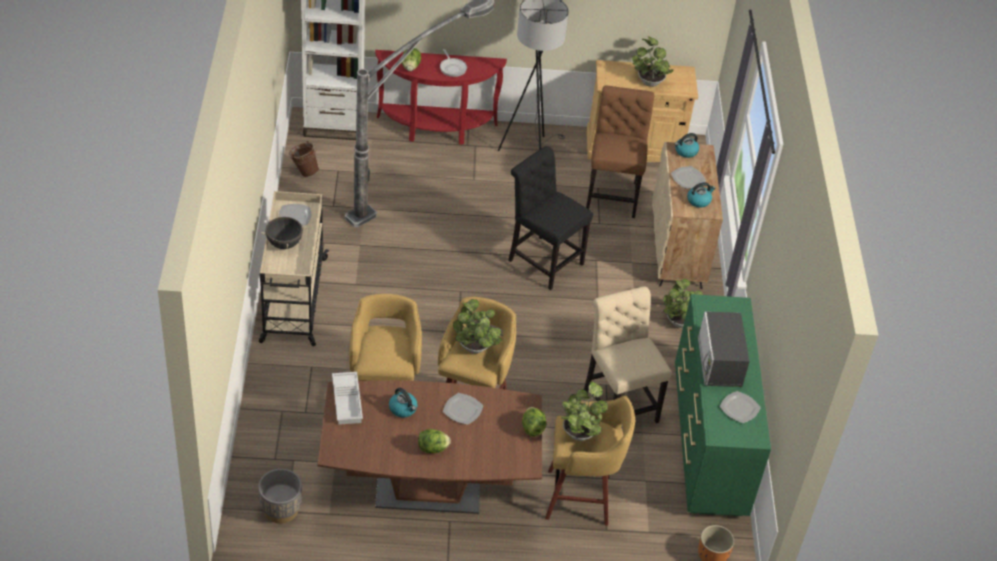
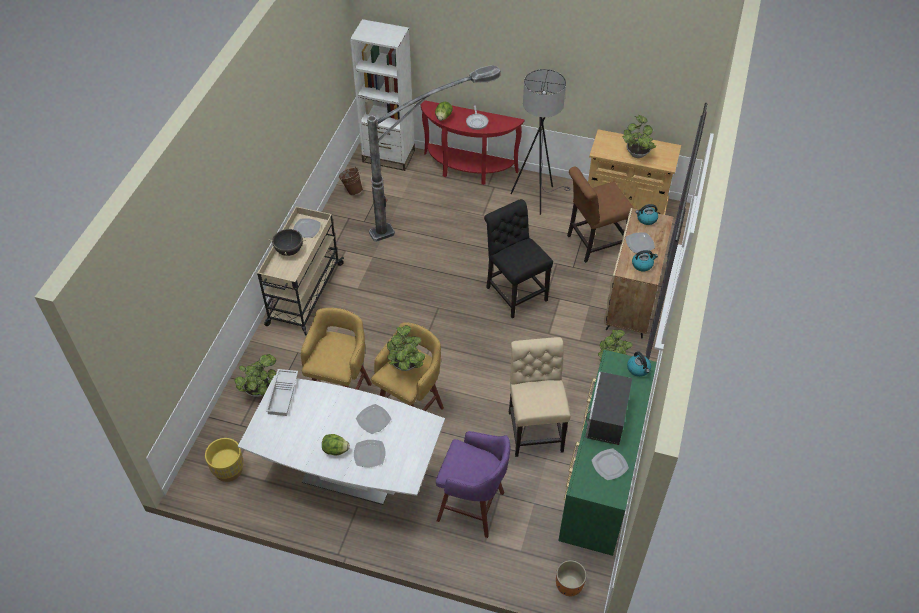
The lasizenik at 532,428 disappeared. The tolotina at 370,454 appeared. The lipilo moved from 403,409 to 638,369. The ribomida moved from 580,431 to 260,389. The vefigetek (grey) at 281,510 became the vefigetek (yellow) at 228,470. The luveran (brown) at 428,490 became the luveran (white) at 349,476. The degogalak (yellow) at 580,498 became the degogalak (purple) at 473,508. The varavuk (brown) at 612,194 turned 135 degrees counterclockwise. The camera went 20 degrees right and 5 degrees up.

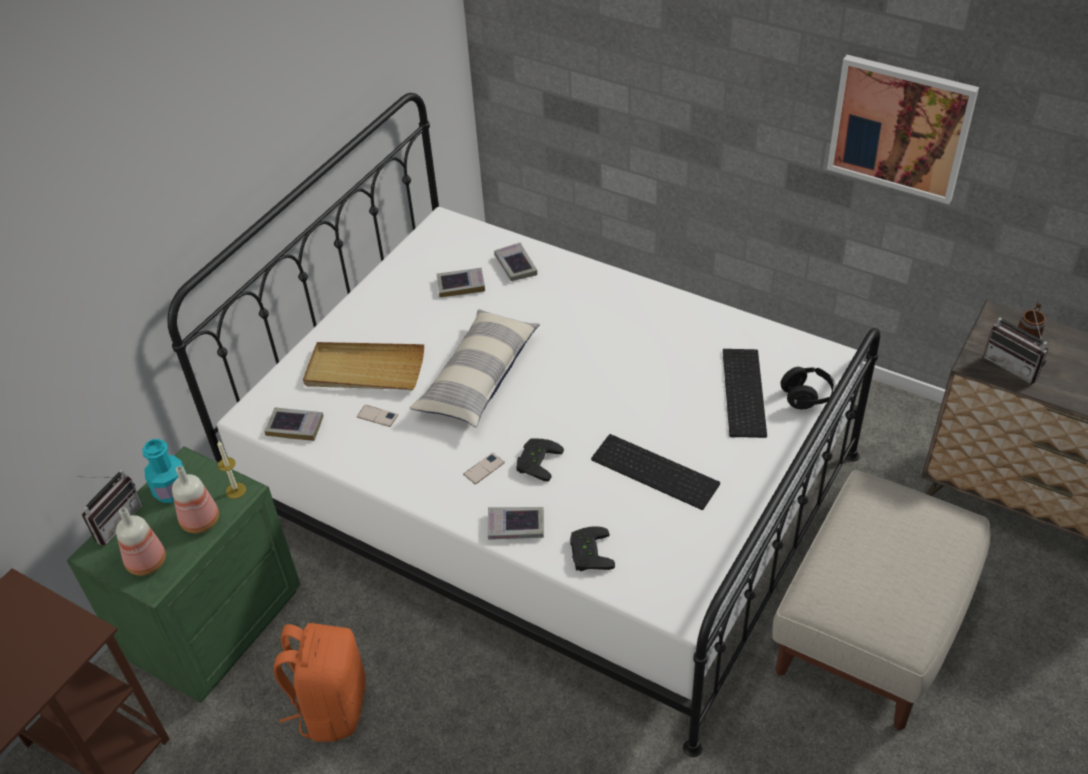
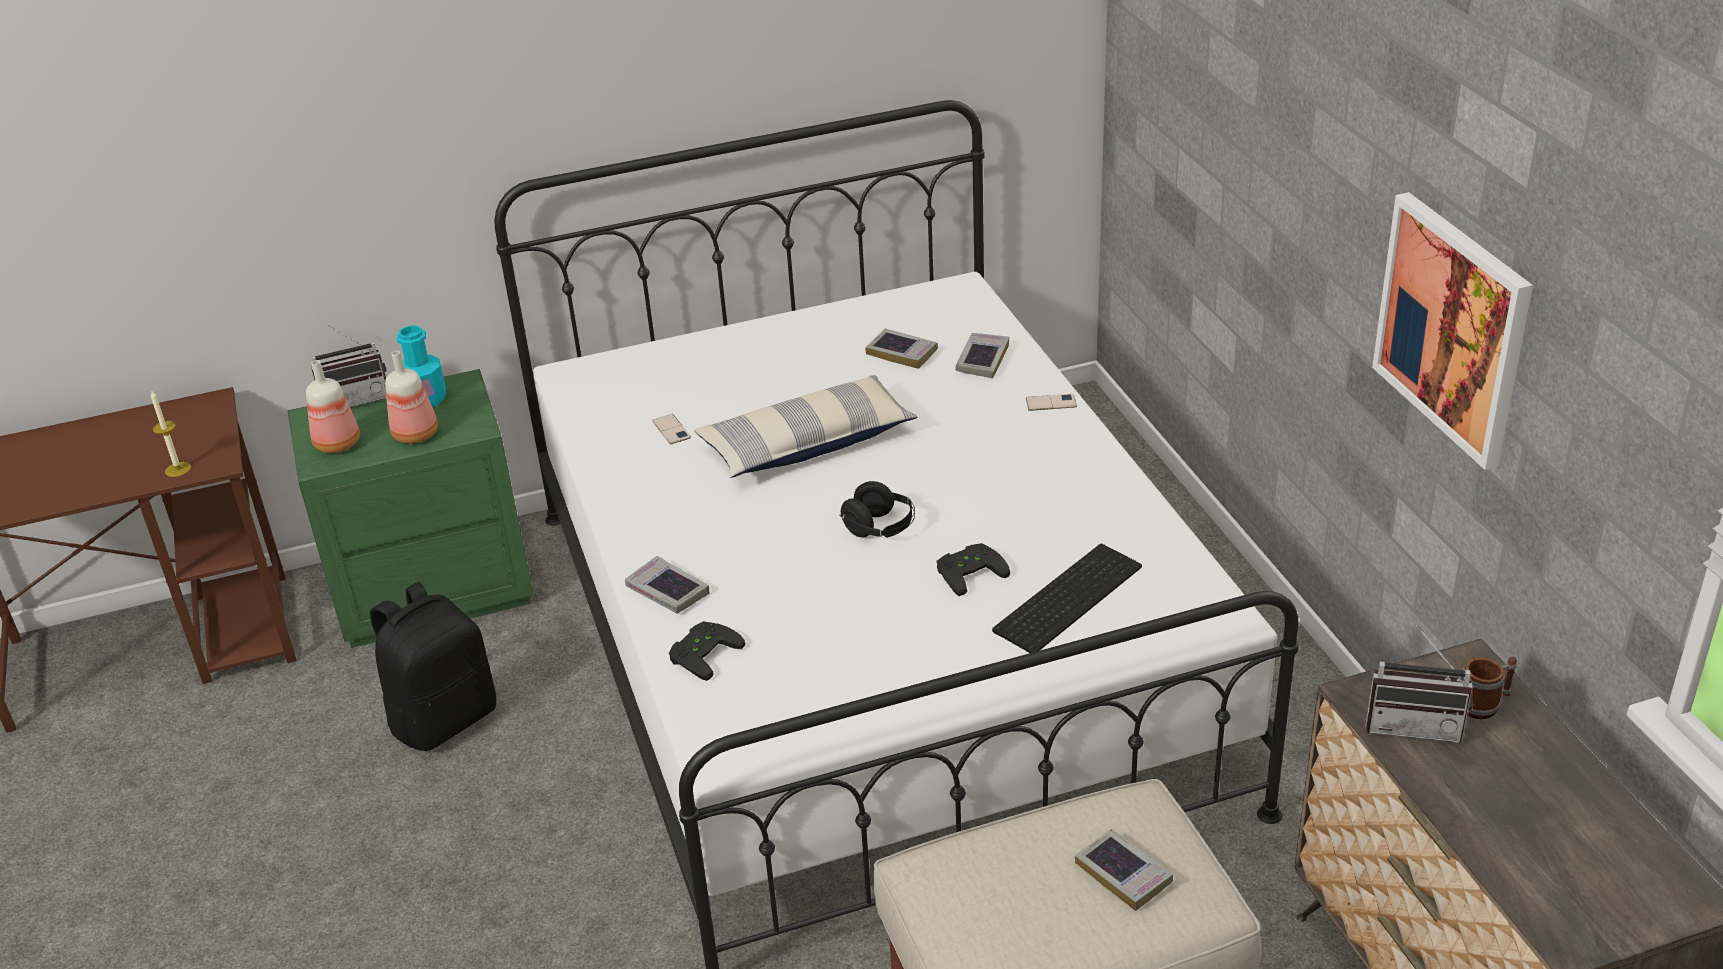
The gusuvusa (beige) at 364,370 disappeared. The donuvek at 657,470 disappeared. The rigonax moved from 236,490 to 178,469. The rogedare moved from 295,427 to 1123,874. The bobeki moved from 484,469 to 1051,403. The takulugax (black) moved from 536,461 to 969,571. The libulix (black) moved from 807,396 to 880,529. The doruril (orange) at 331,706 became the doruril (black) at 444,719. The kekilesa at 1014,365 turned 75 degrees counterclockwise. The camera went 40 degrees right and 10 degrees down.

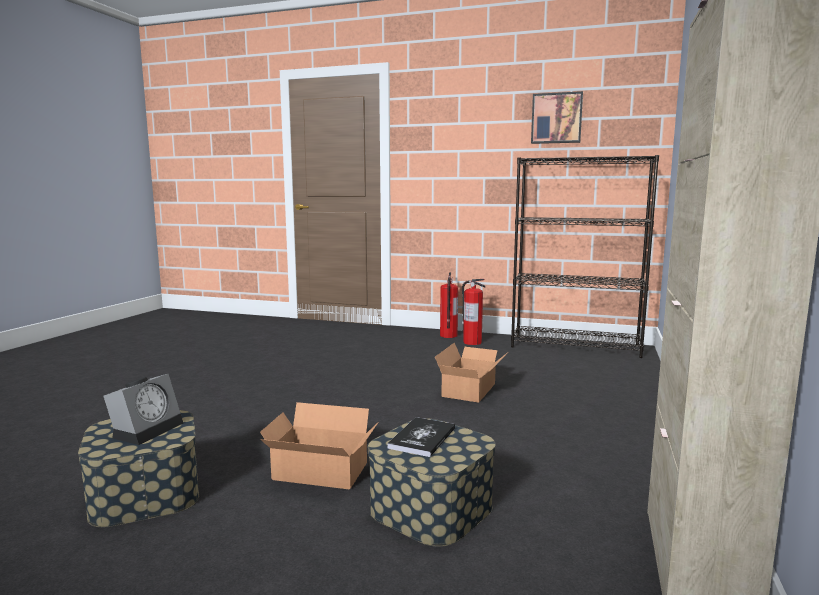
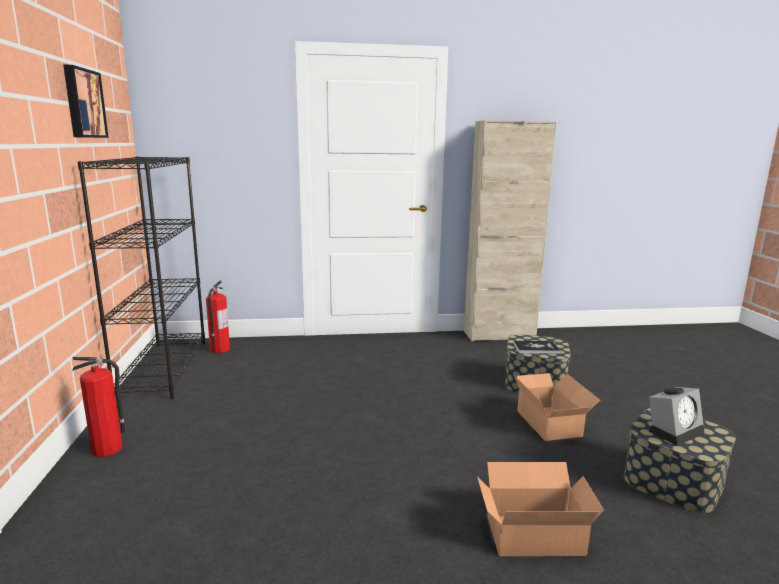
The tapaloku moved from 472,390 to 531,532. The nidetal moved from 472,342 to 219,349. The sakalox at 148,429 turned 150 degrees clockwise. The camera went 115 degrees left and 5 degrees up.

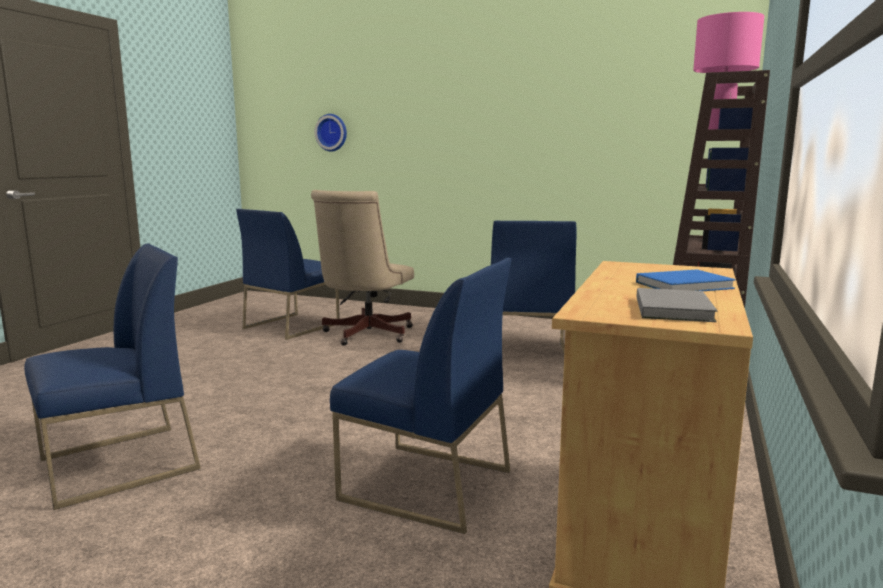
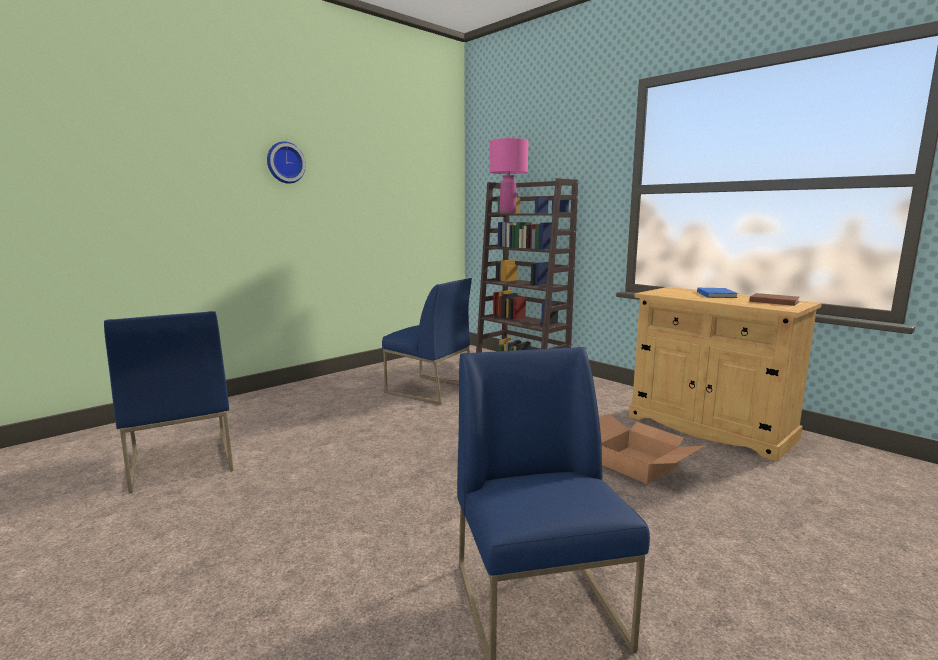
The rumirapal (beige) at 364,335 disappeared. The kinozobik moved from 332,132 to 285,163. The varavuk (blue) at 424,485 was replaced by the tapaloku at 638,464. The rogedare (grey) at 674,308 became the rogedare (brown) at 773,301. The camera went 65 degrees left and 0 degrees up.

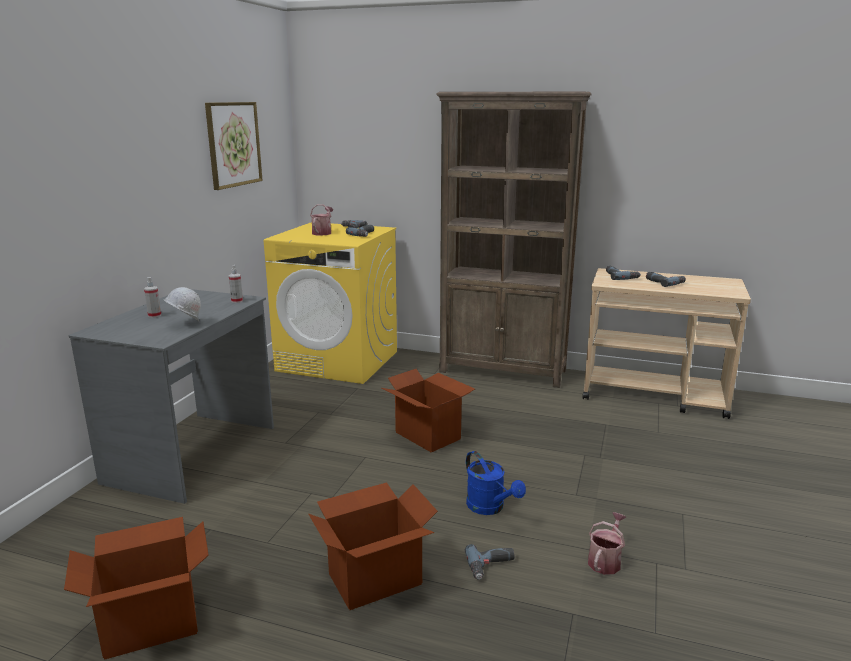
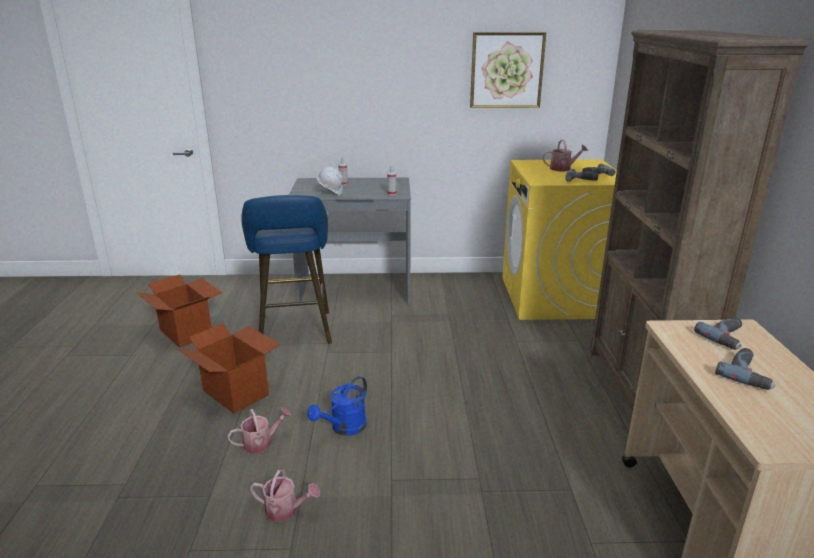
The tapaloku at 428,435 disappeared. The degogalak (blue) at 295,332 appeared. The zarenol at 491,566 was replaced by the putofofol at 261,442. The camera went 70 degrees right and 5 degrees up.

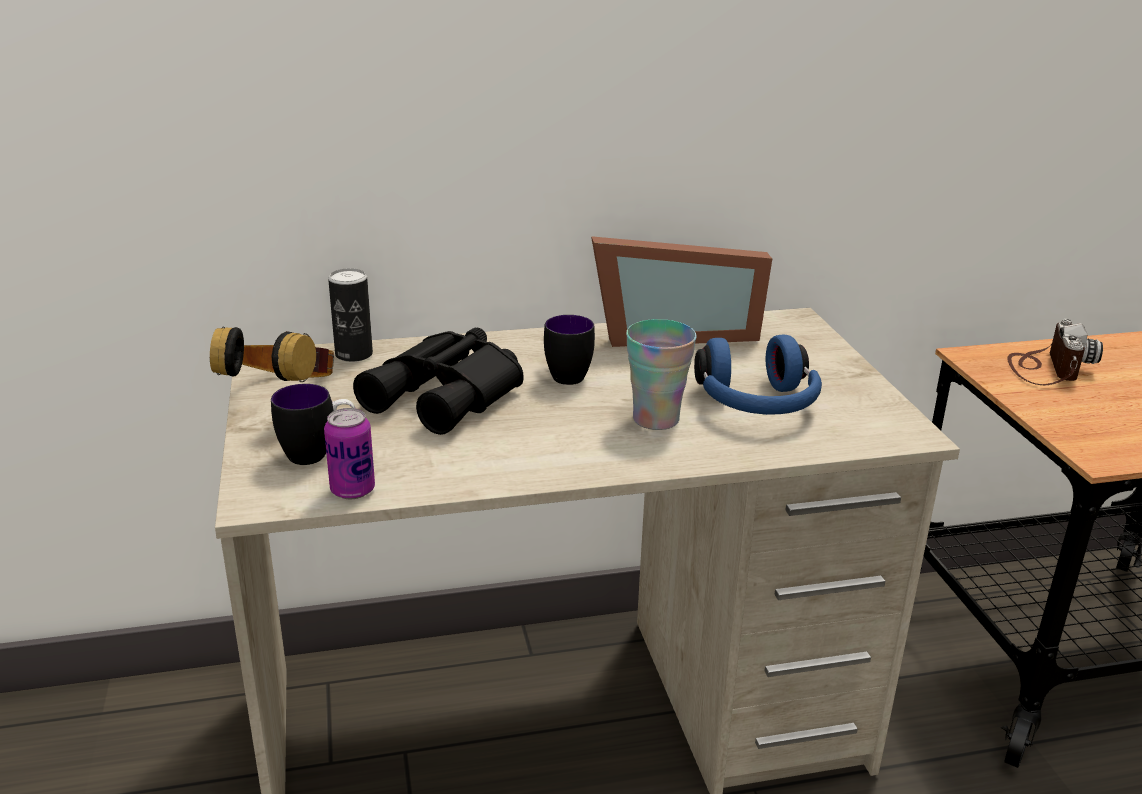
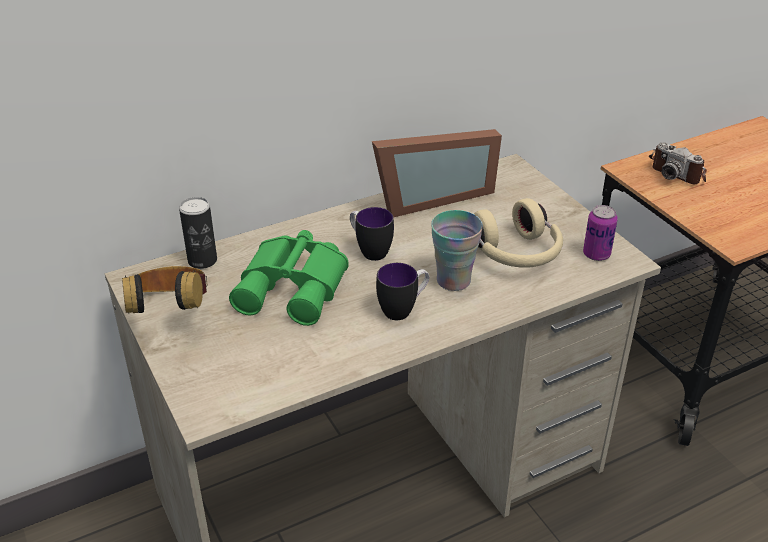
The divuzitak moved from 318,454 to 403,309. The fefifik moved from 352,490 to 596,254. The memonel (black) at 449,395 became the memonel (green) at 295,287. The libulix (blue) at 757,405 became the libulix (beige) at 516,254. The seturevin at 1046,368 turned 135 degrees clockwise. The camera went 15 degrees left and 10 degrees up.

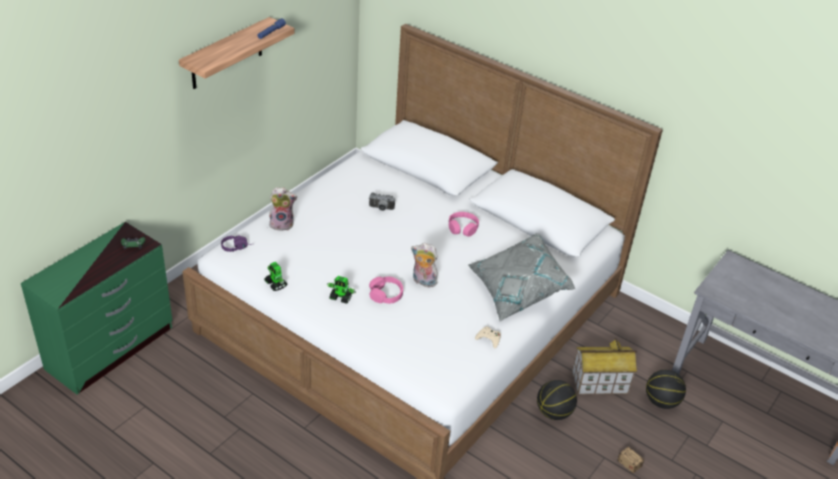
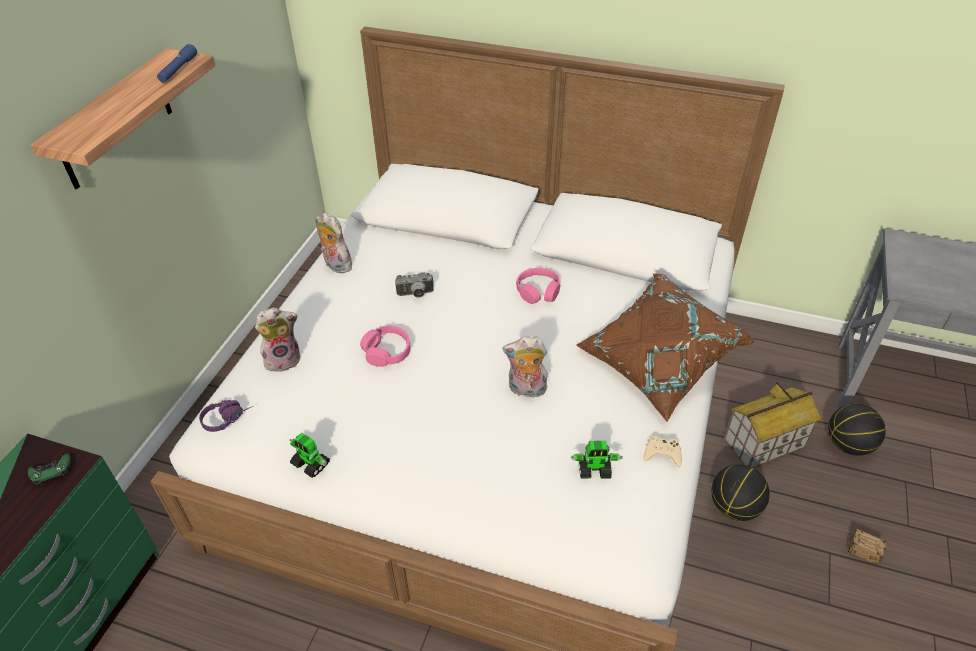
The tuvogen at 335,265 appeared. The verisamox moved from 341,297 to 594,469. The libulix (pink) moved from 386,294 to 387,351. The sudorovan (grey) at 516,290 became the sudorovan (brown) at 656,363. The camera went 15 degrees left and 5 degrees up.

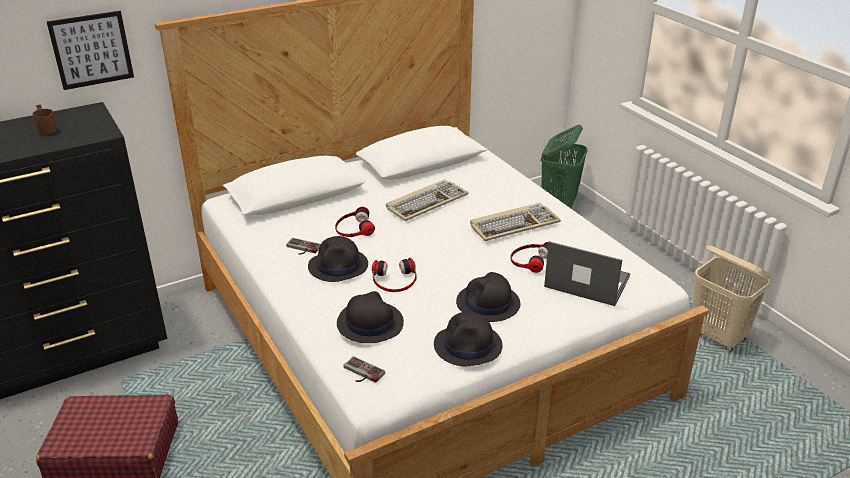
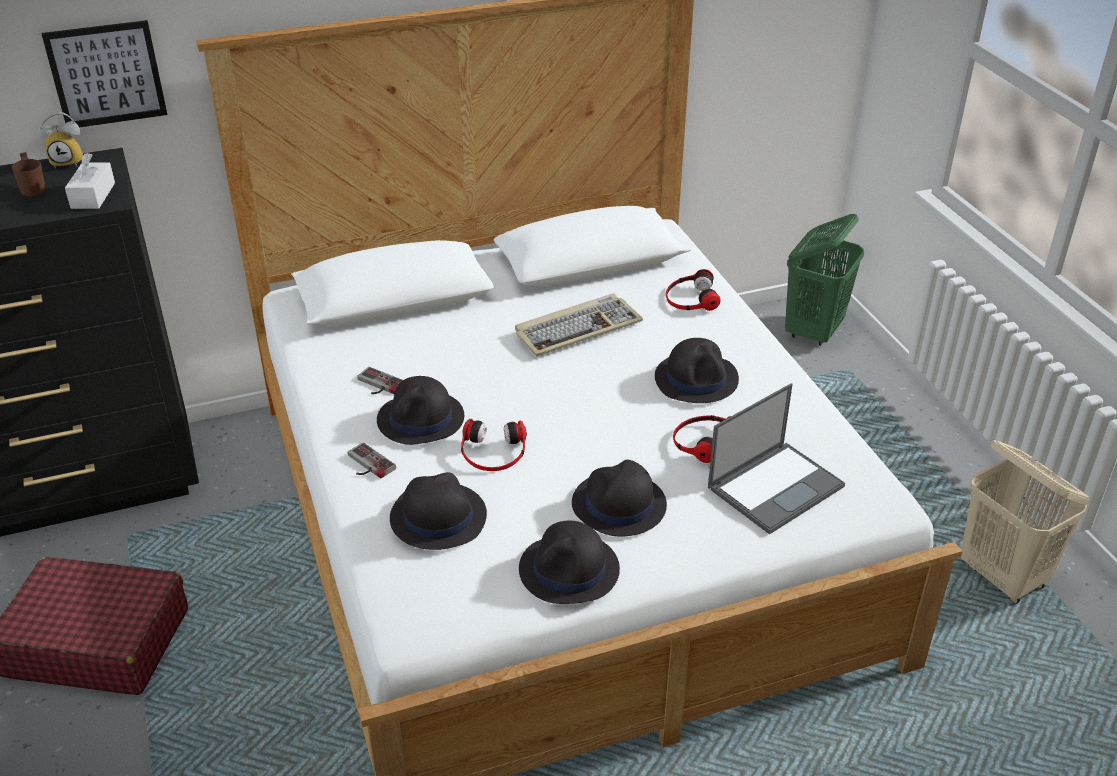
The sakalox at 69,161 appeared. The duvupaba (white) at 93,195 appeared. The libulix moved from 354,228 to 691,298. The takulugax moved from 361,373 to 367,465. The donuvek at 514,224 was replaced by the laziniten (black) at 696,379. The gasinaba at 586,281 turned 105 degrees clockwise. The camera went 10 degrees right and 5 degrees up.

